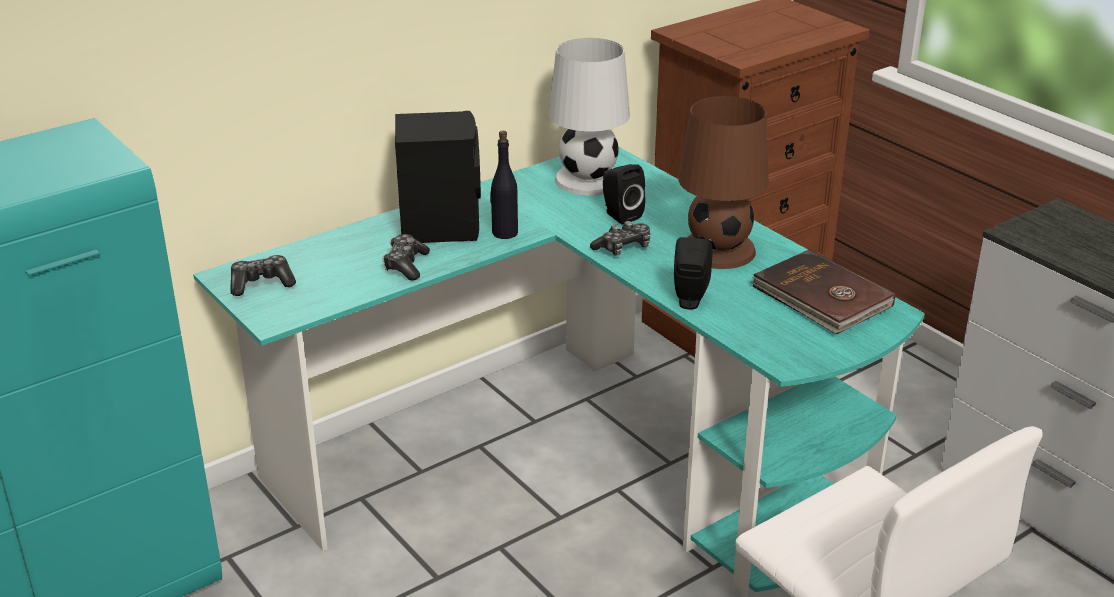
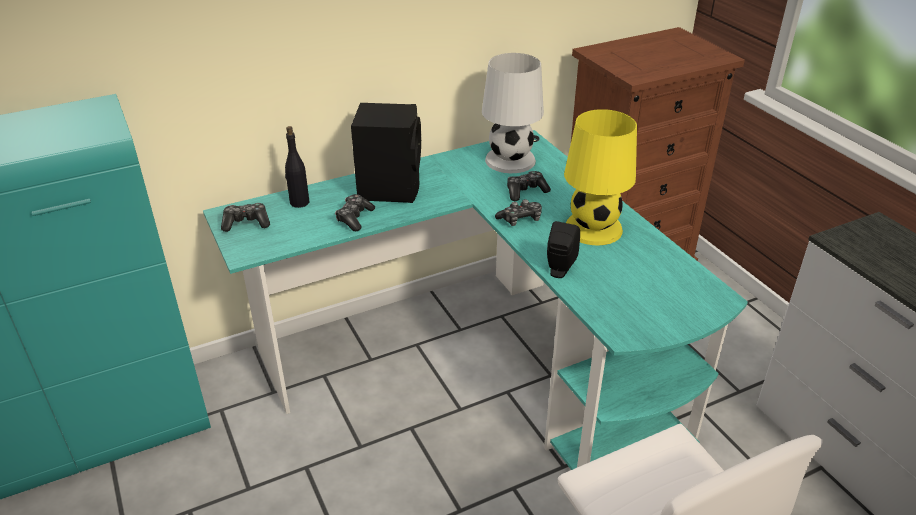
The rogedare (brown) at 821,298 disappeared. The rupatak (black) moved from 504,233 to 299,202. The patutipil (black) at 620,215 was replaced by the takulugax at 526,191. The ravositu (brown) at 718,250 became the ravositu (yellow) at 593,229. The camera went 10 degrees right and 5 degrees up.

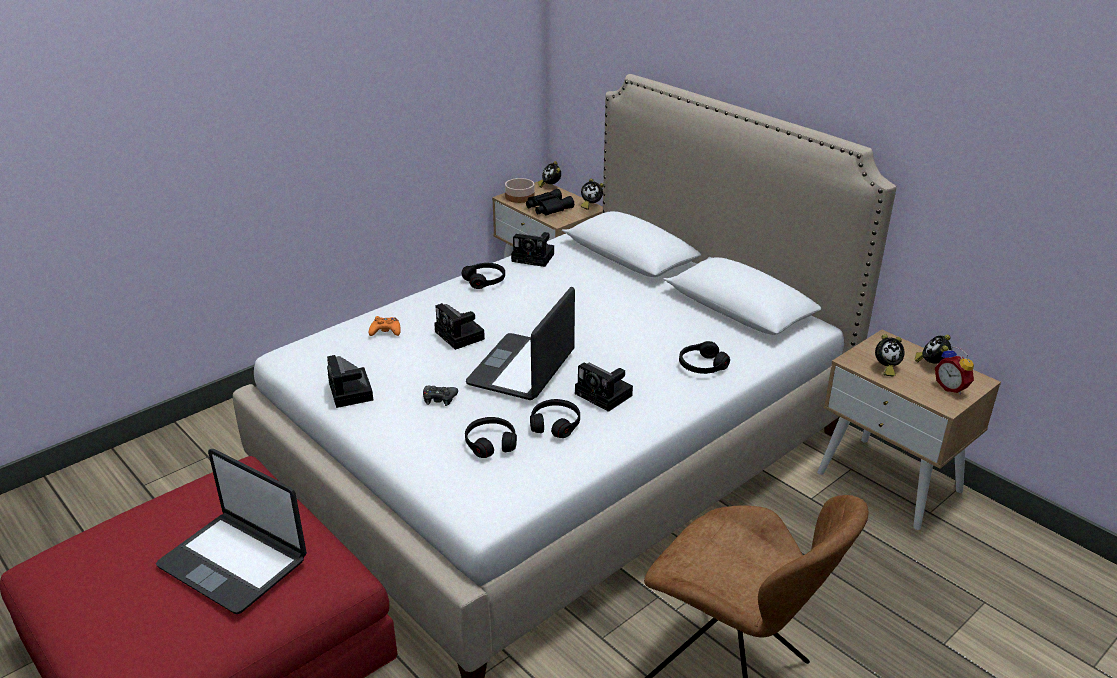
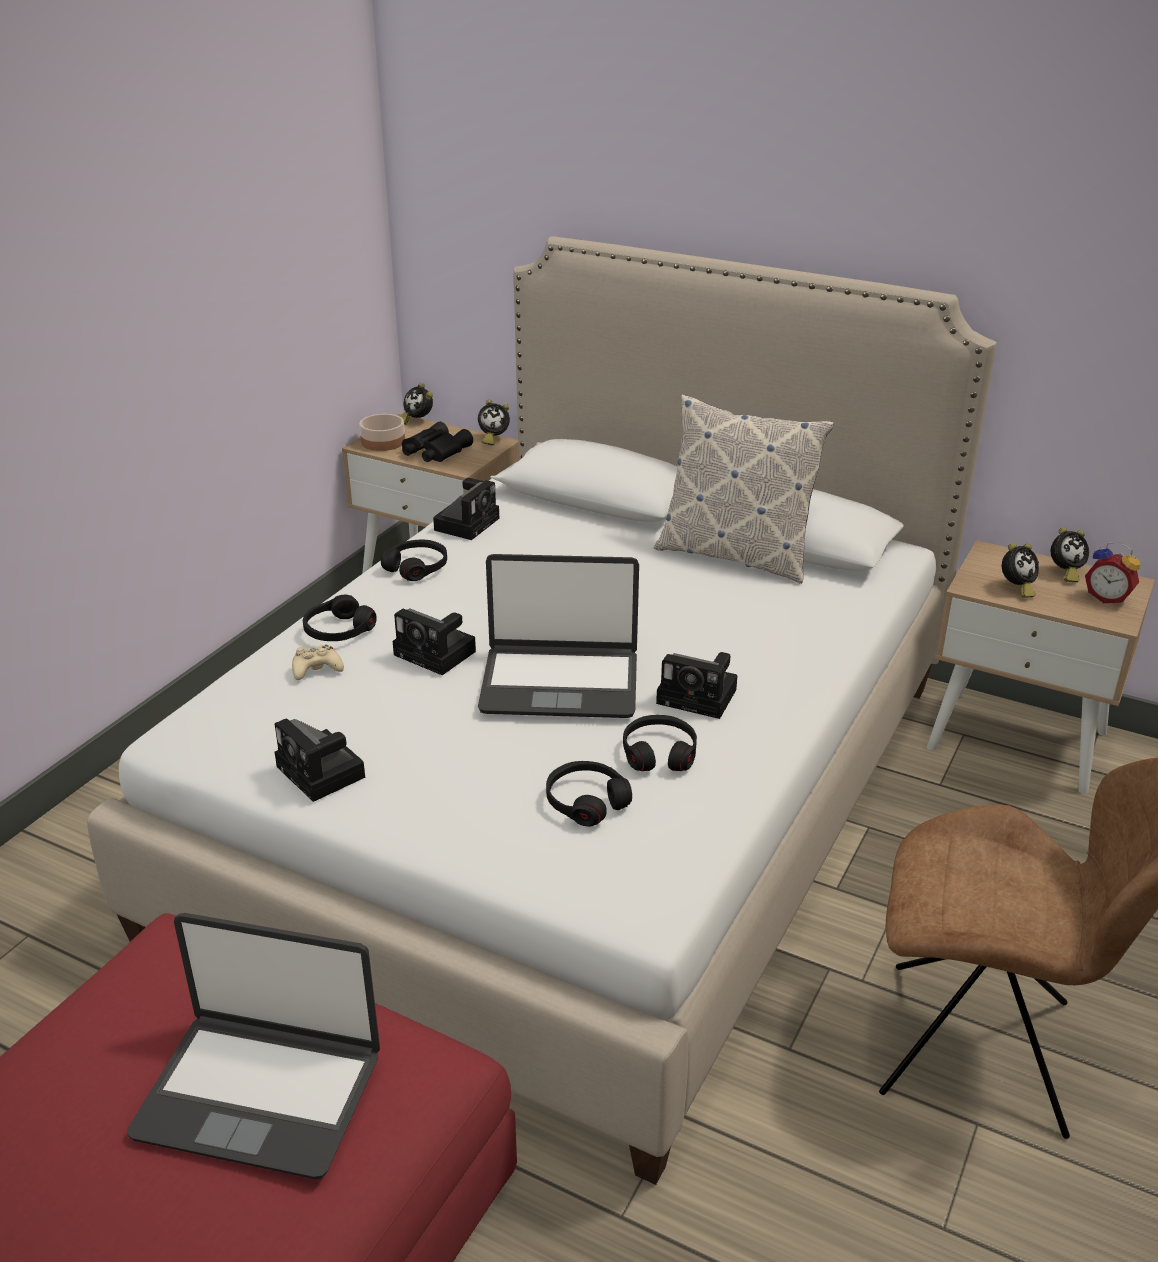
The takulugax (black) at 439,399 disappeared. The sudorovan at 735,555 appeared. The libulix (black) moved from 702,365 to 338,630. The takulugax (orange) at 385,331 became the takulugax (beige) at 316,669. The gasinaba at 523,368 turned 90 degrees counterclockwise. The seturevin at 535,258 turned 60 degrees counterclockwise. The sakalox at 931,364 turned 105 degrees counterclockwise. The camera went 20 degrees left and 0 degrees up.

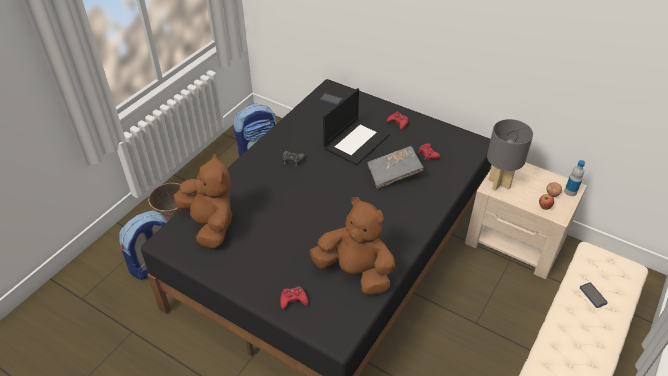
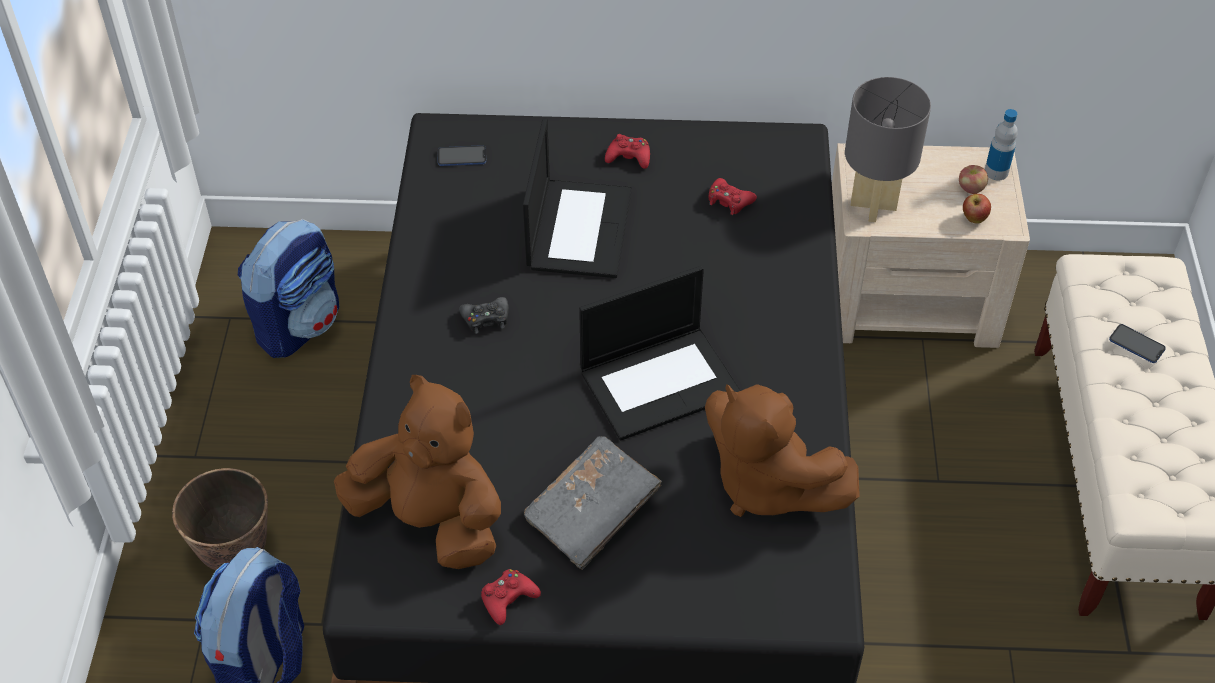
The gasinaba at 660,381 appeared. The takulugax (red) moved from 293,300 to 508,599. The rogedare (grey) moved from 394,173 to 592,513. The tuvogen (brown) at 355,272 turned 135 degrees counterclockwise. The camera went 30 degrees left and 5 degrees up.

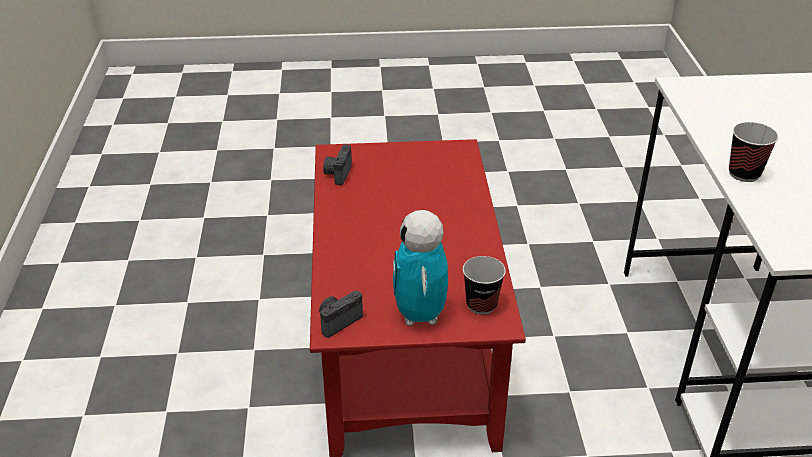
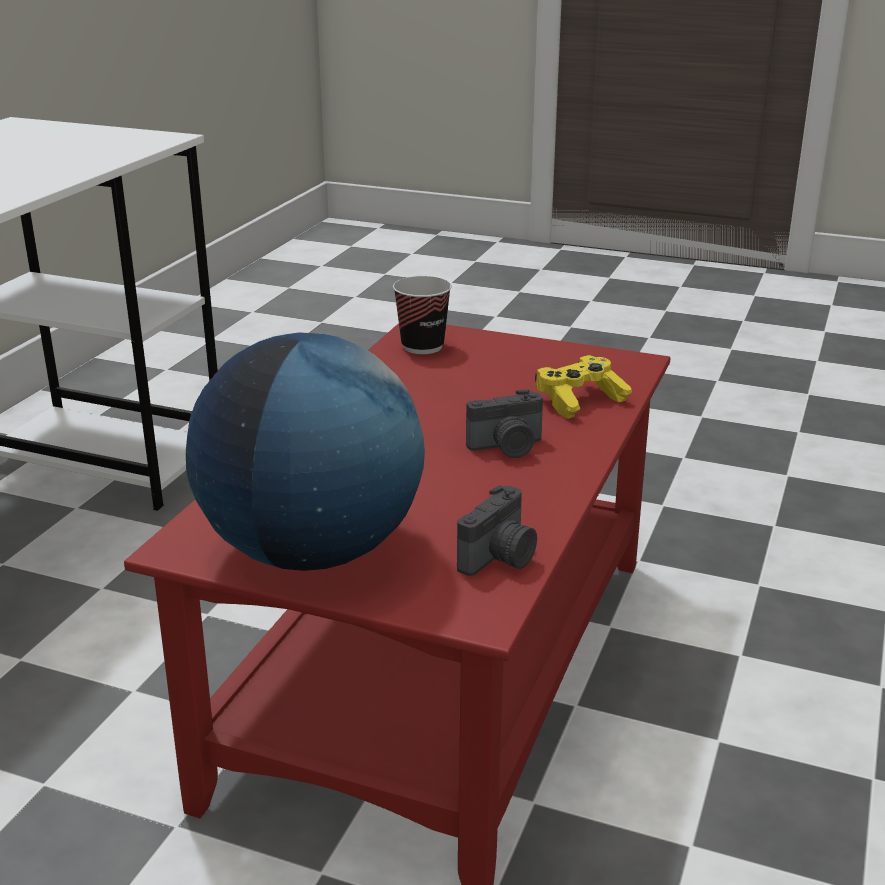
The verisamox at 420,315 disappeared. The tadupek at 744,174 disappeared. The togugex at 312,551 appeared. The takulugax (yellow) at 580,400 appeared. The seturevin moved from 338,321 to 507,447. The camera went 155 degrees left and 10 degrees down.

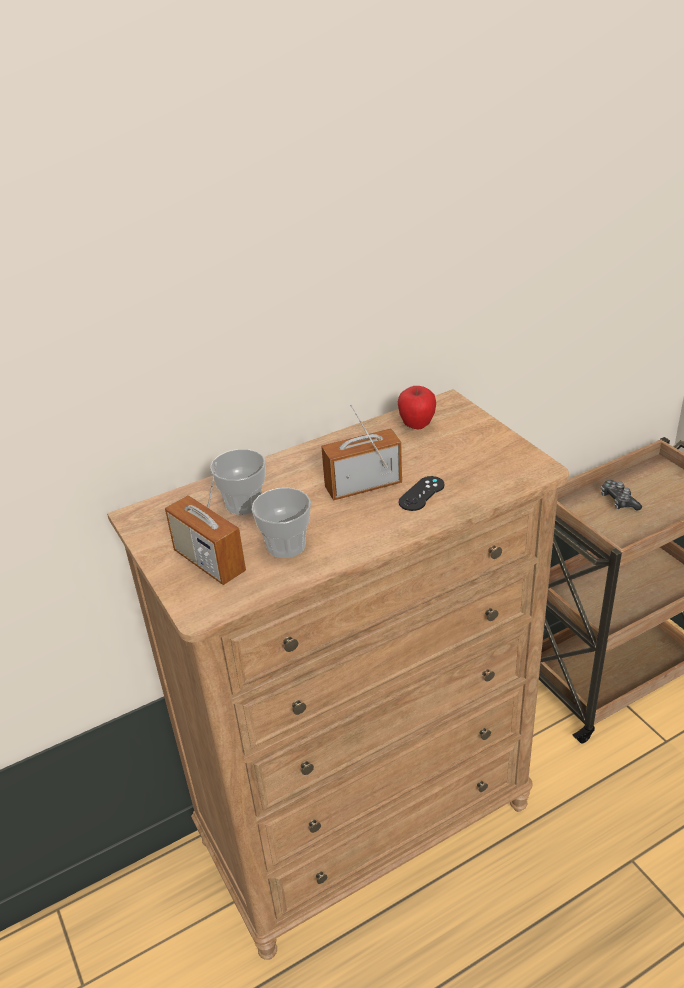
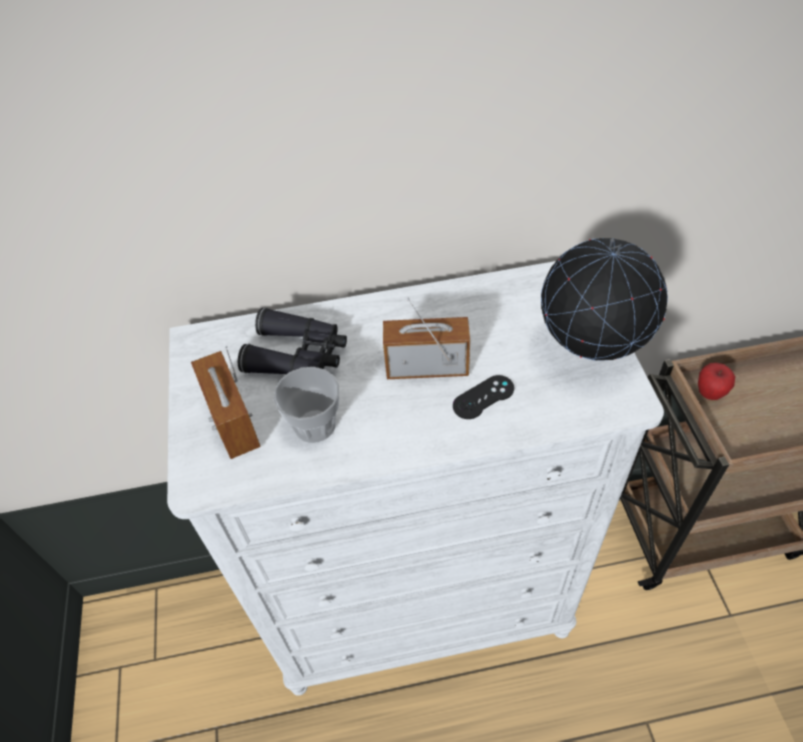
The takulugax at 618,501 disappeared. The togugex at 590,350 appeared. The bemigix moved from 417,425 to 709,393. The tadupek at 244,503 was replaced by the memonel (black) at 298,355. The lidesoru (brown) at 366,824 became the lidesoru (white) at 420,600. The camera went 20 degrees right and 15 degrees up.

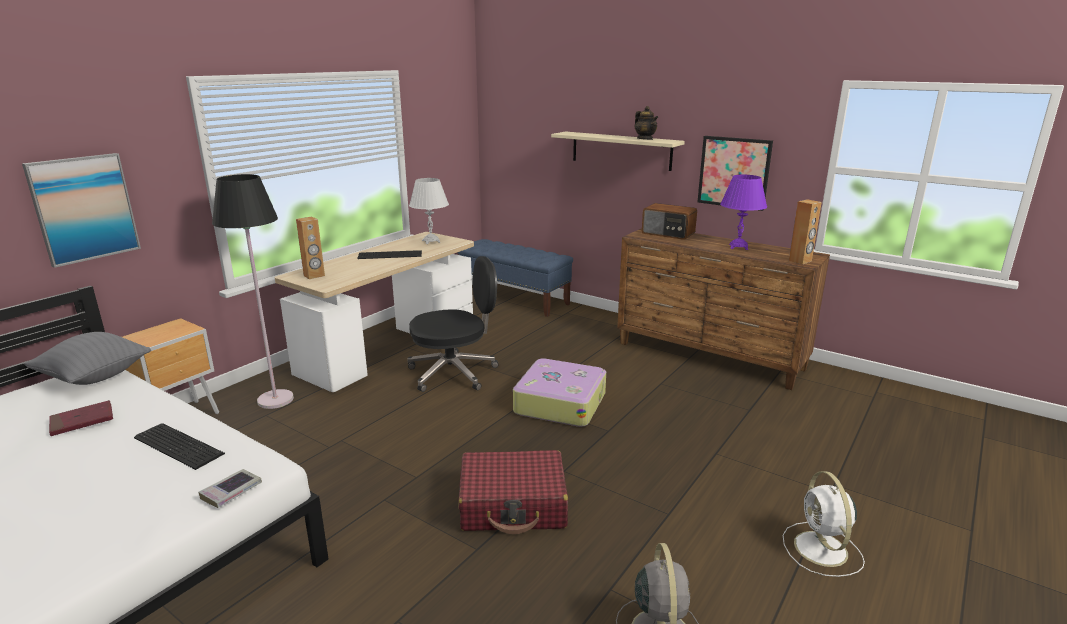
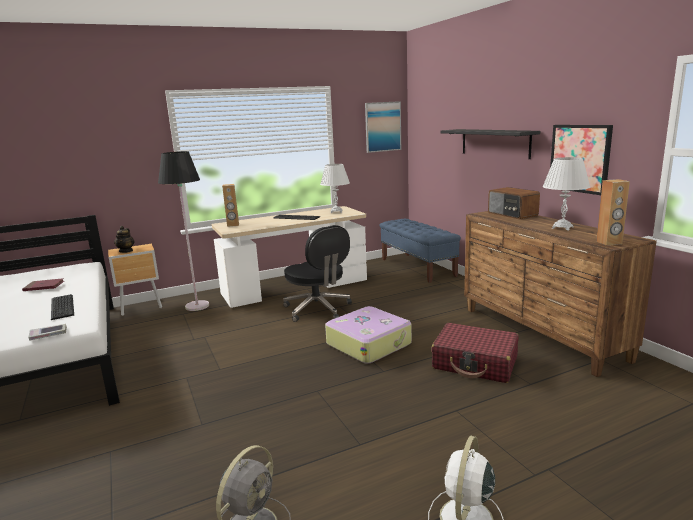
The sudorovan (grey) at 95,377 disappeared. The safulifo moved from 84,208 to 382,126. The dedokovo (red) moved from 513,504 to 475,363. The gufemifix moved from 645,139 to 126,251. The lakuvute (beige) at 621,150 became the lakuvute (black) at 494,143. The ravositu (purple) at 738,247 became the ravositu (white) at 562,228. The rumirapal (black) at 454,373 turned 45 degrees clockwise. The camera went 30 degrees right and 5 degrees down.

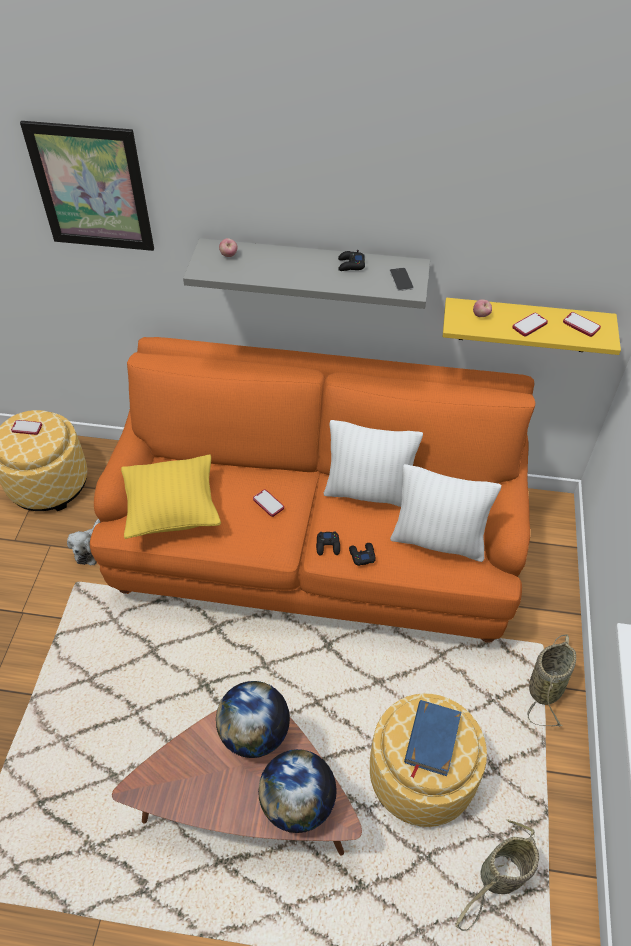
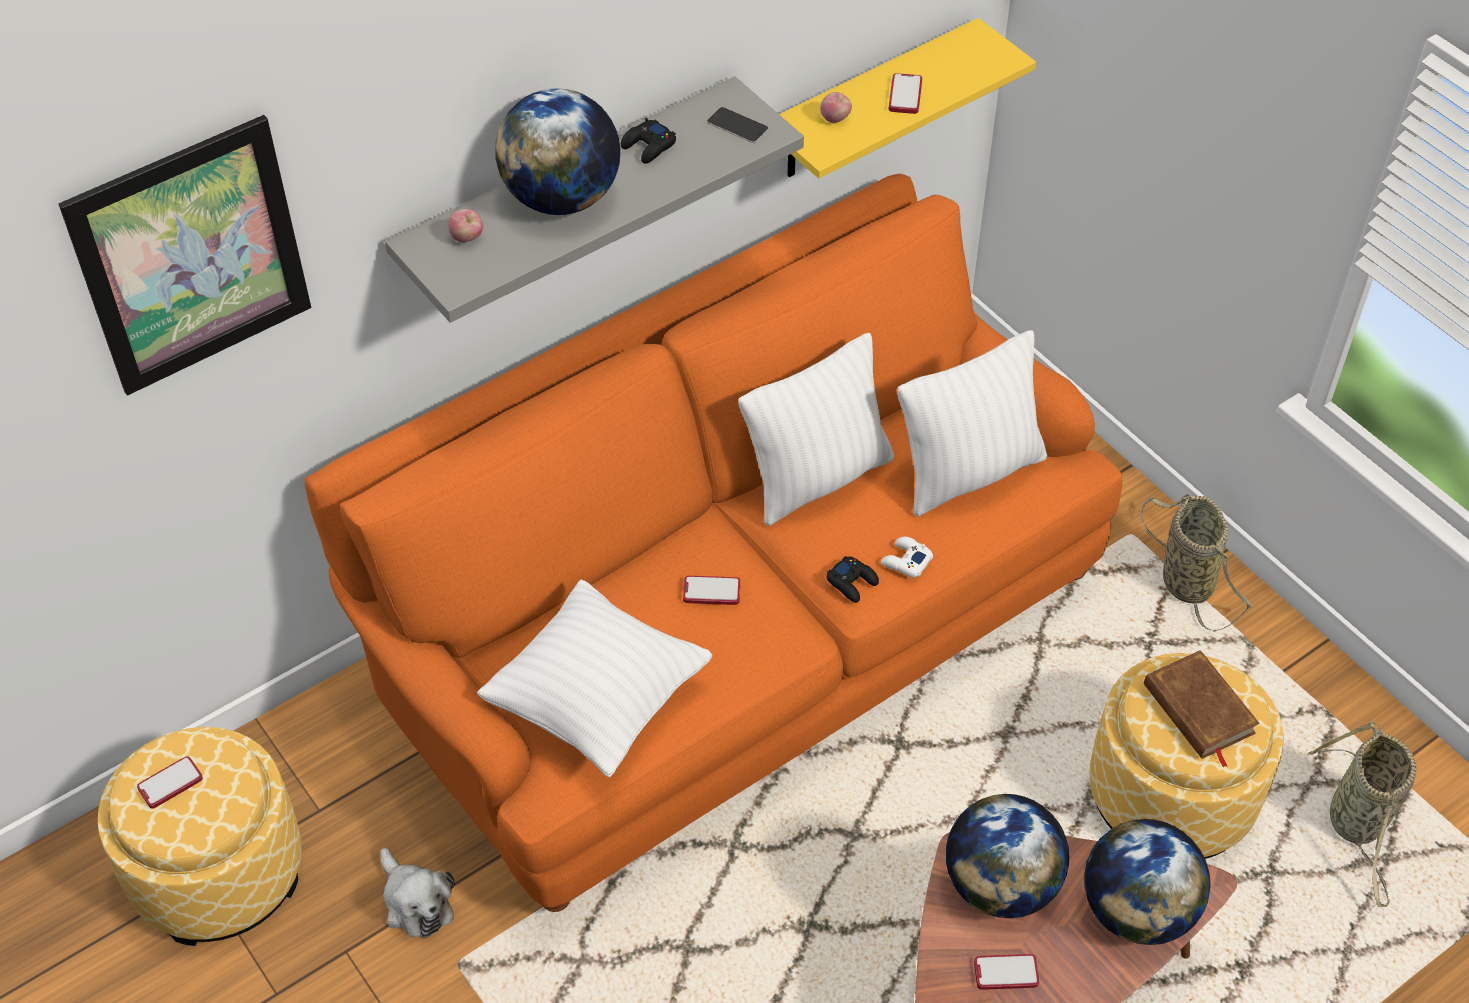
The togugex at 562,199 appeared. The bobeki moved from 581,325 to 1006,973. The sudorovan (yellow) at 173,510 became the sudorovan (white) at 598,701. The takulugax (black) at 362,555 became the takulugax (white) at 906,561. The rogedare (blue) at 431,739 became the rogedare (brown) at 1198,710. The camera went 45 degrees left and 0 degrees up.

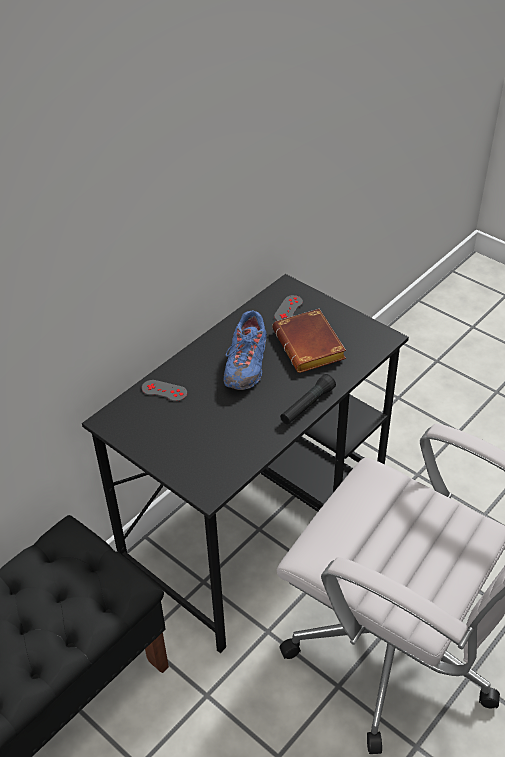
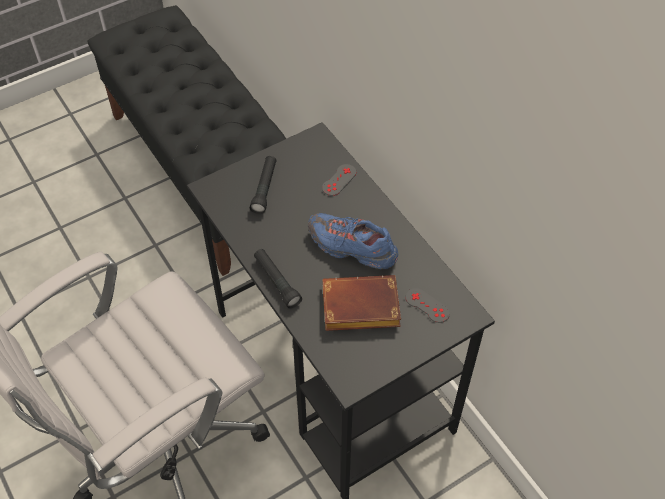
The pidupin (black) at 264,189 appeared. The camera went 105 degrees right and 10 degrees up.

